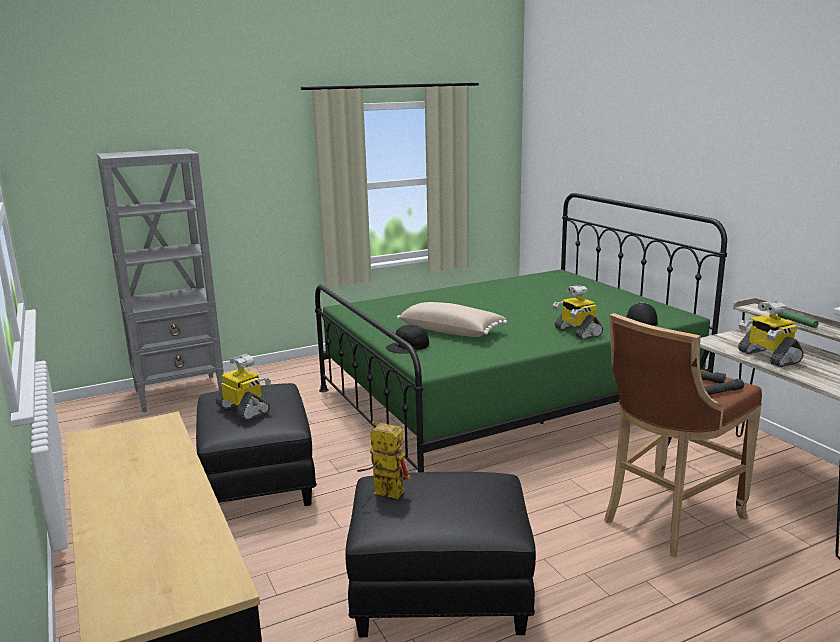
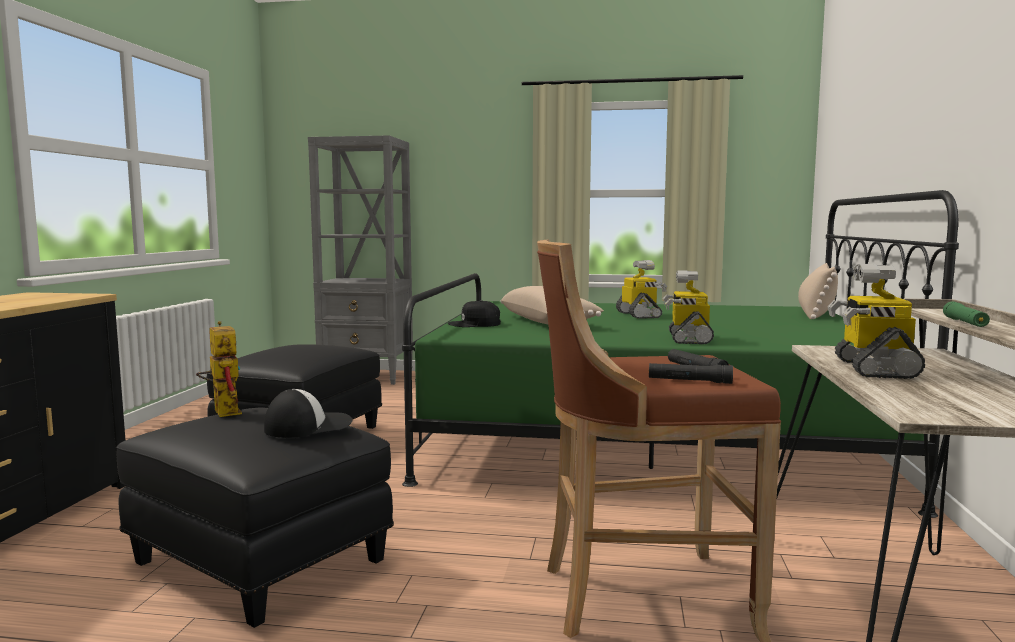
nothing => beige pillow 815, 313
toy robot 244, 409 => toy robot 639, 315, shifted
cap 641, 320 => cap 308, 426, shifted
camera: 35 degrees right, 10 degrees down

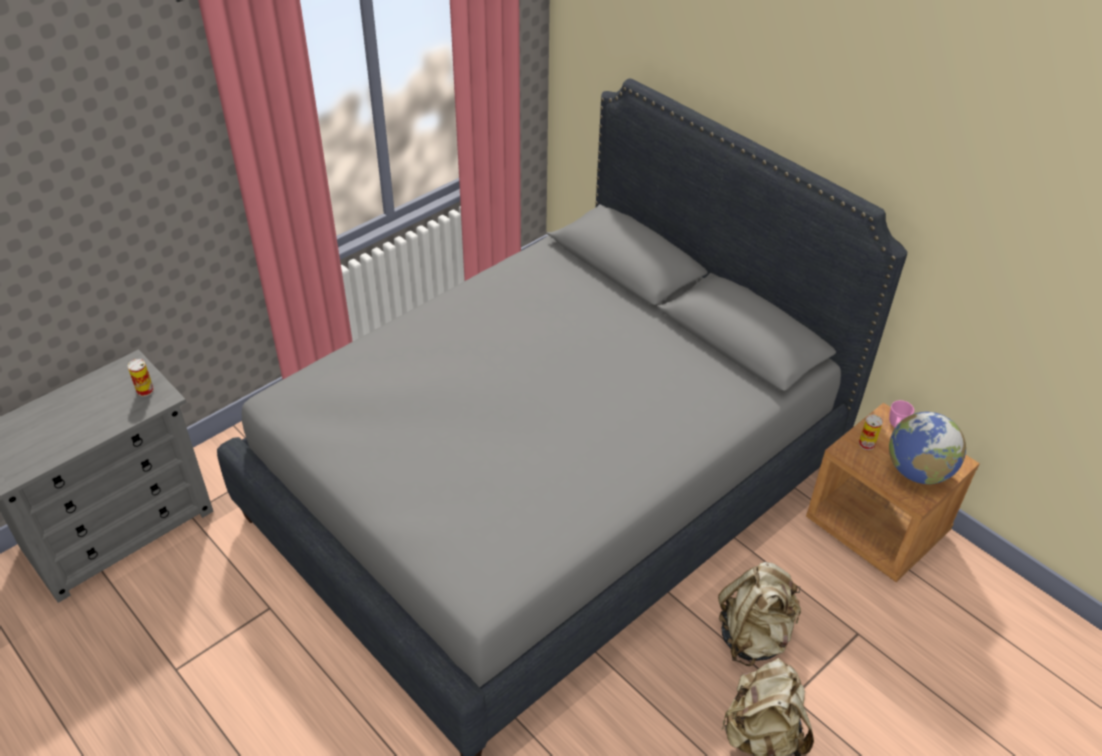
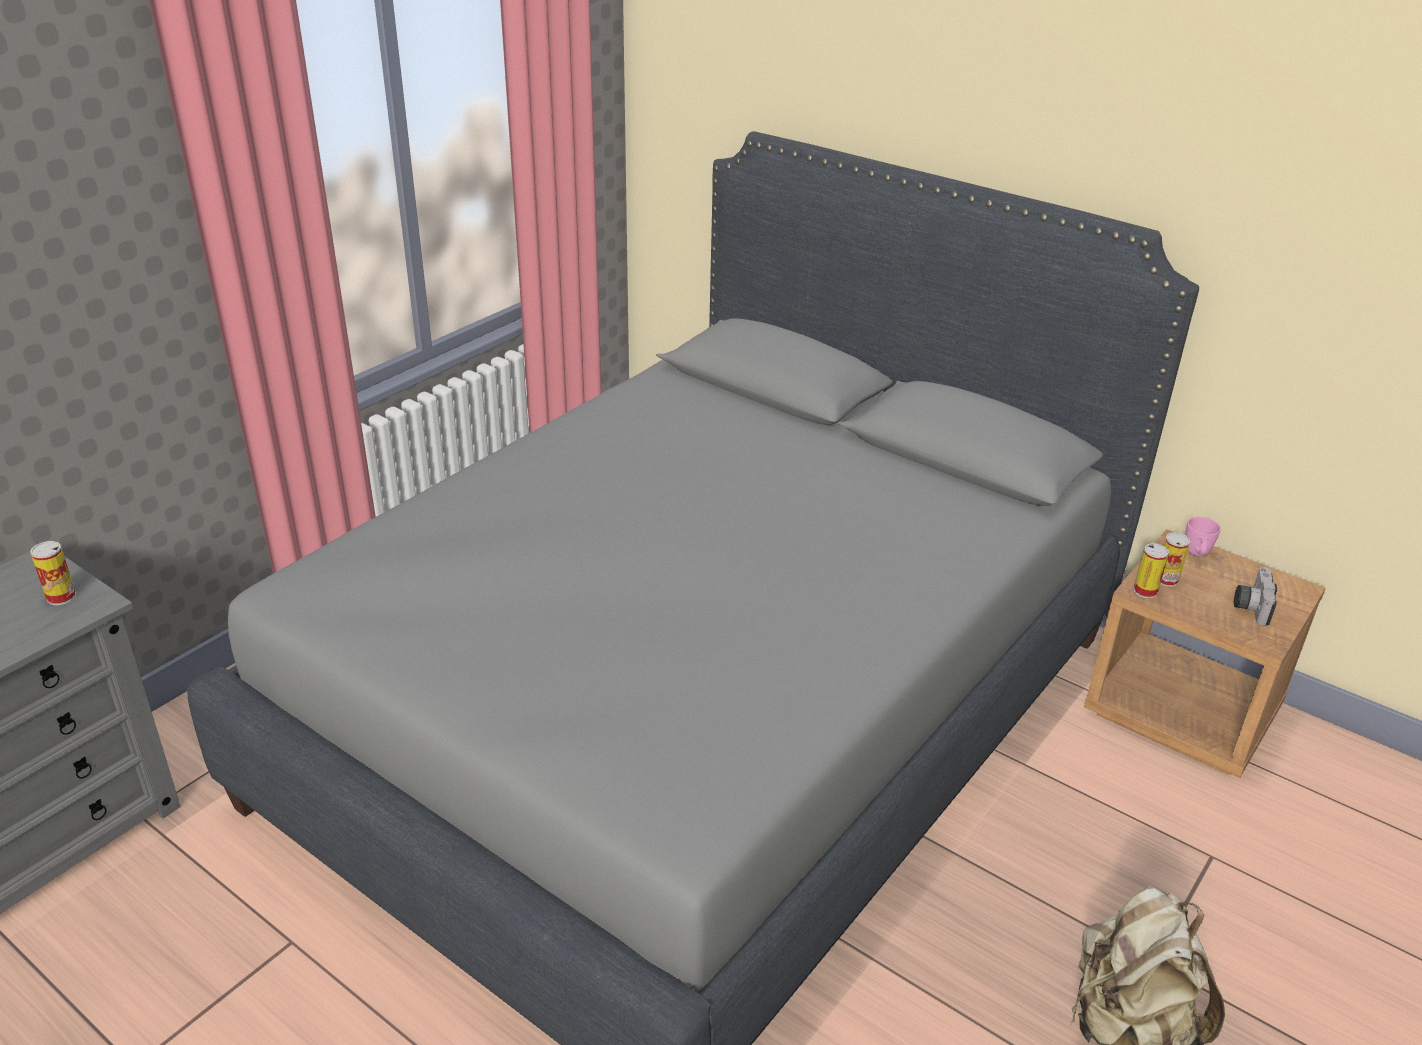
beige backpack 754, 635 => nothing
nothing => can 1145, 591
globe 917, 471 => photo camera 1250, 605
camera: 10 degrees left, 10 degrees down

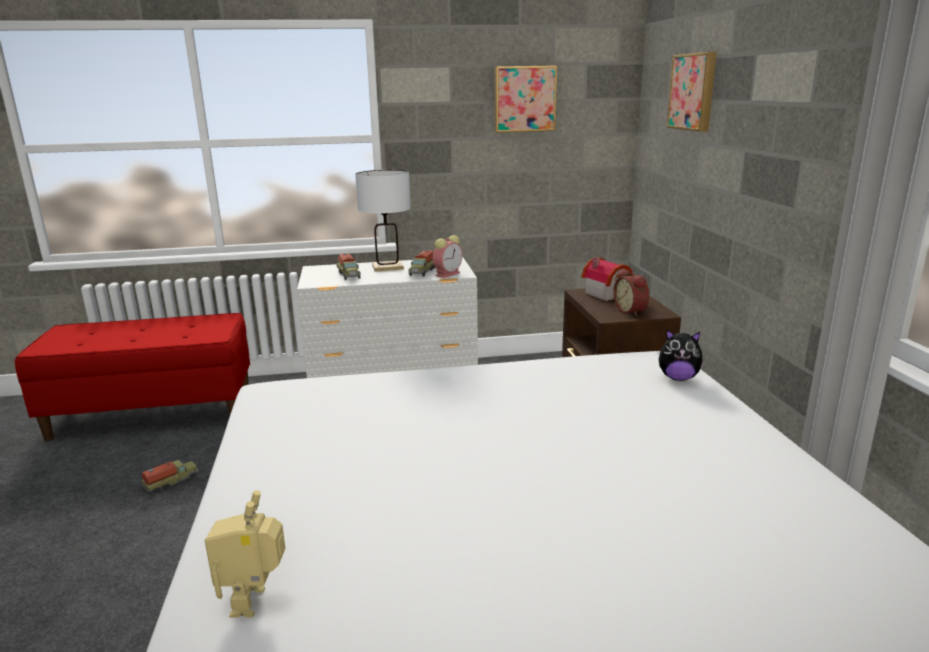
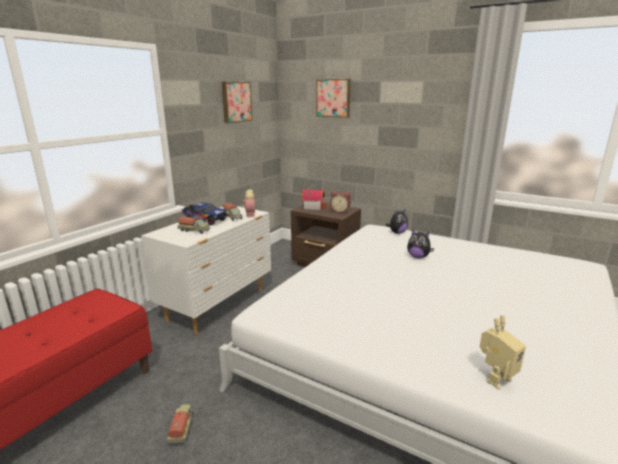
nothing => plush toy 418, 257
white table lamp 388, 267 => toy truck 204, 220
toy robot 255, 602 => toy robot 495, 379, 75 degrees counterclockwise
camera: 50 degrees left, 0 degrees up

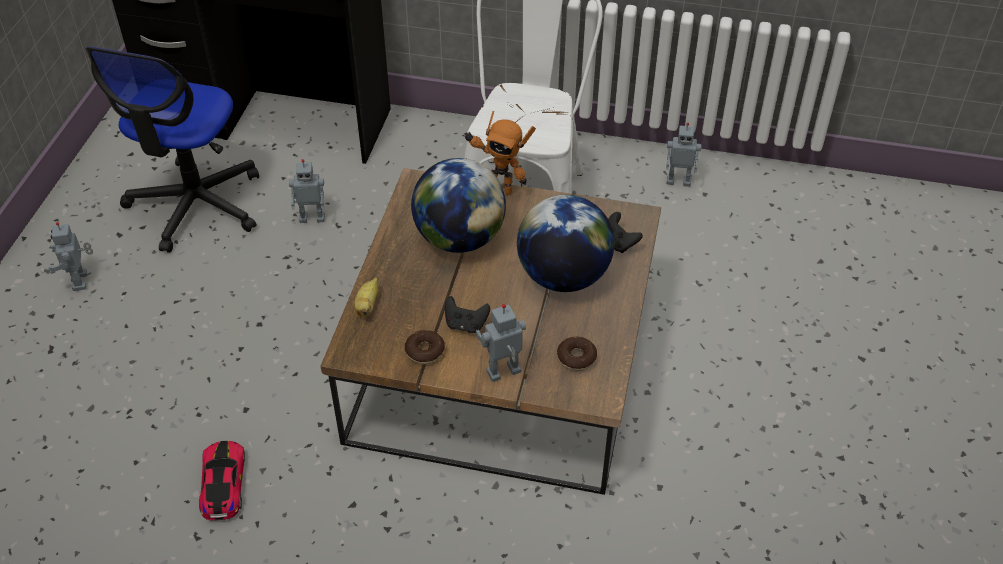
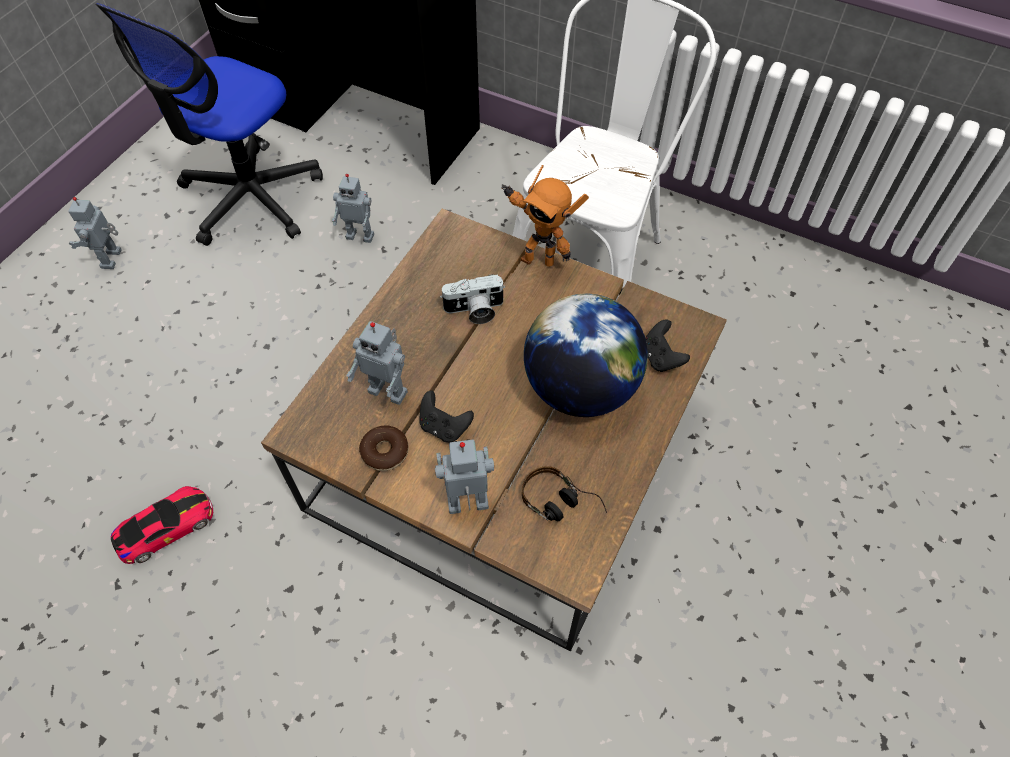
banana 367, 305 => nothing
toy robot 678, 181 => toy robot 389, 390, shifted
globe 459, 238 => photo camera 474, 311
donut 576, 358 => headphones 562, 505
toy car 223, 484 => toy car 166, 527, 45 degrees clockwise
camera: 15 degrees right, 10 degrees up

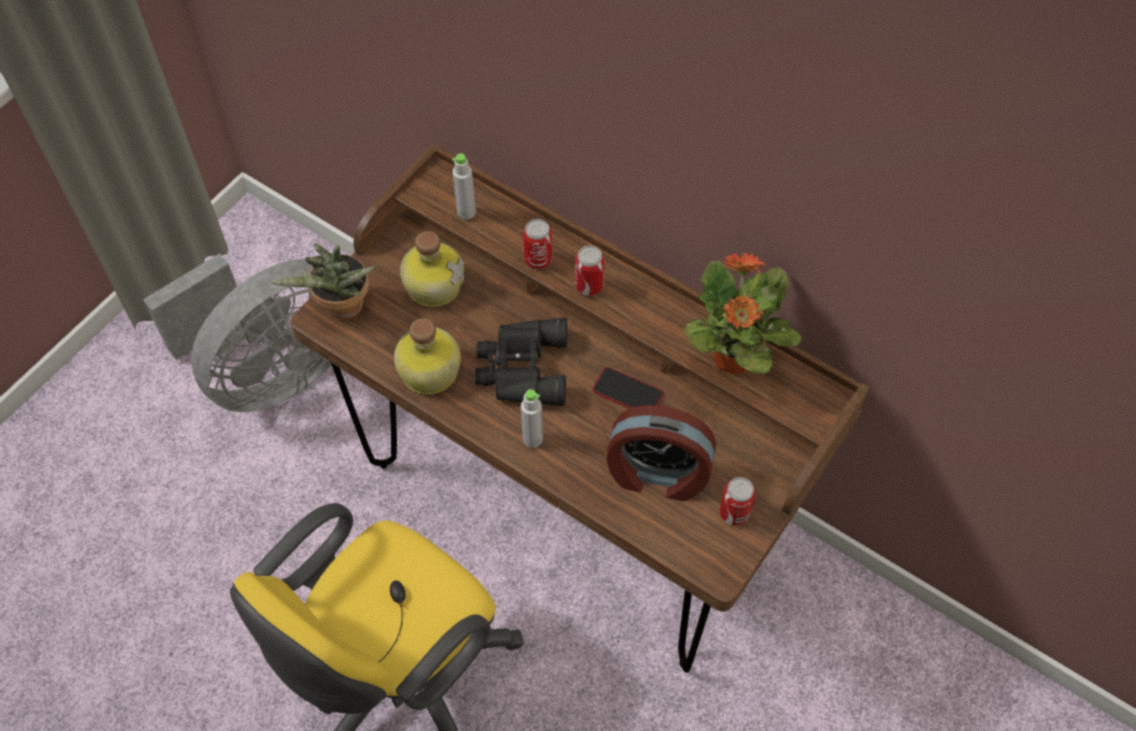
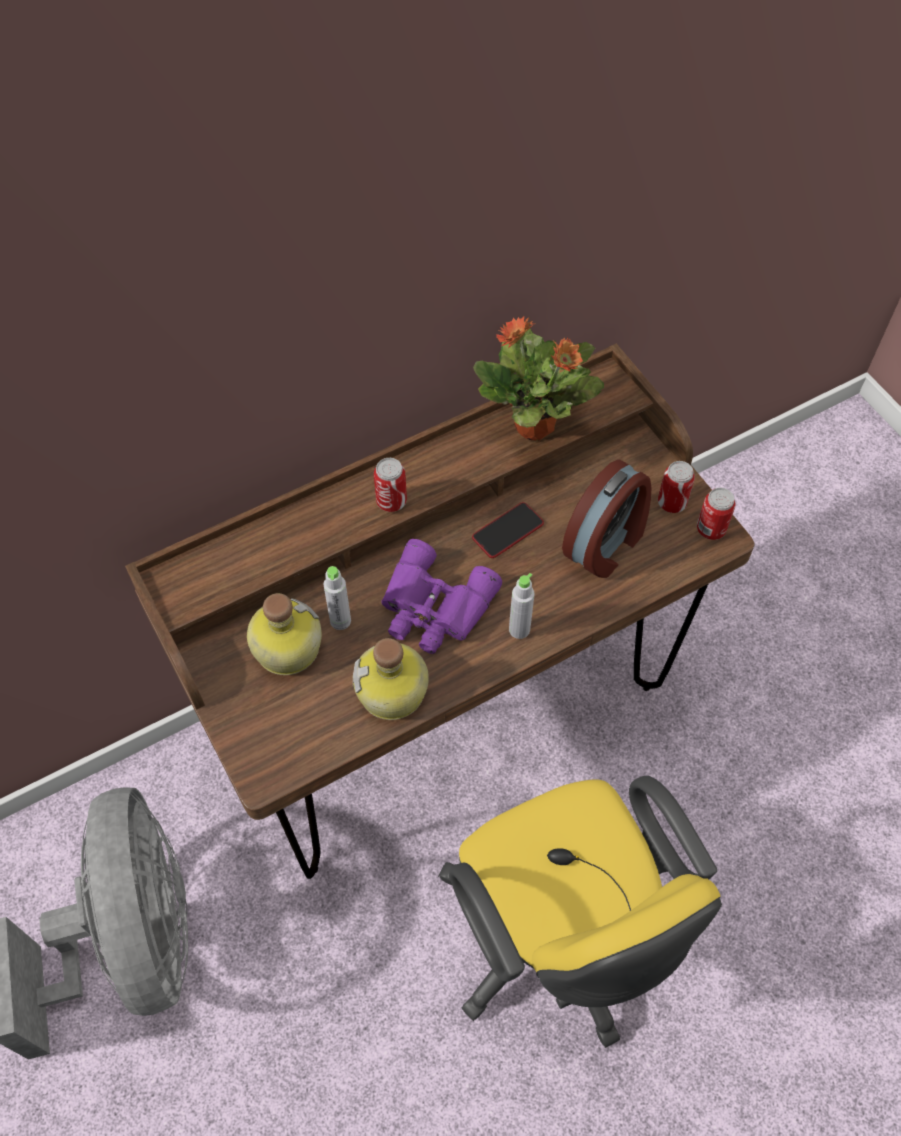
potted plant 342, 310 => nothing
grey bottle 466, 212 => grey bottle 340, 620, shifted
can 538, 259 => can 710, 529, shifted
black binoculars 521, 369 => purple binoculars 434, 608
camera: 65 degrees left, 0 degrees up

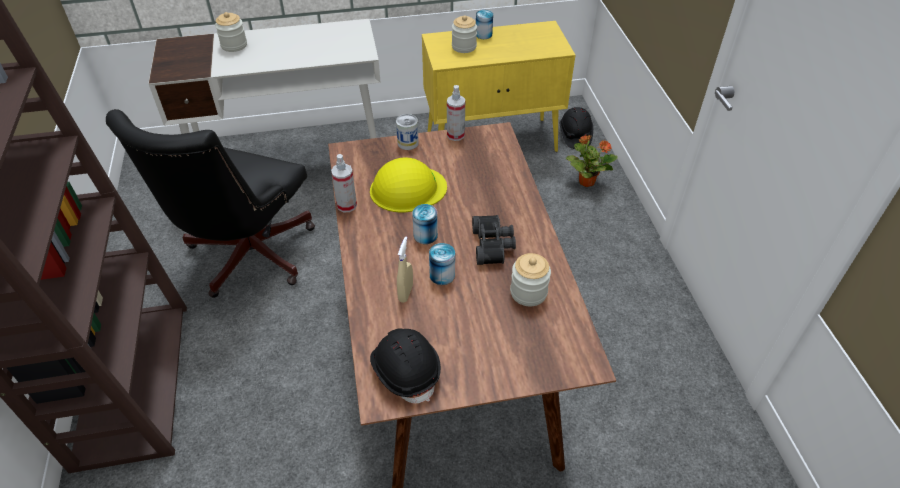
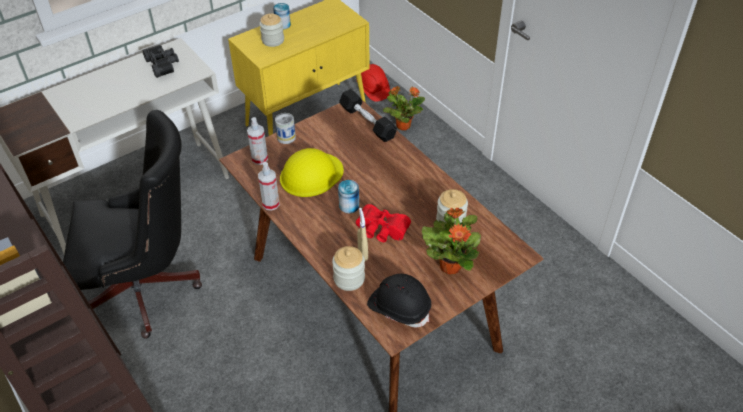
nothing => black dumbbell 367, 122
nothing => potted plant 450, 265
jar 234, 45 => jar 349, 279, shifted
spray bottle 455, 135 => spray bottle 259, 159, shifted
black binoculars 493, 245 => black binoculars 163, 64, shifted
can 442, 275 => red binoculars 381, 231
black hard hat 575, 135 => red hard hat 373, 89
black office chair 246, 258 => black office chair 147, 289, 90 degrees counterclockwise
camera: 25 degrees left, 0 degrees up

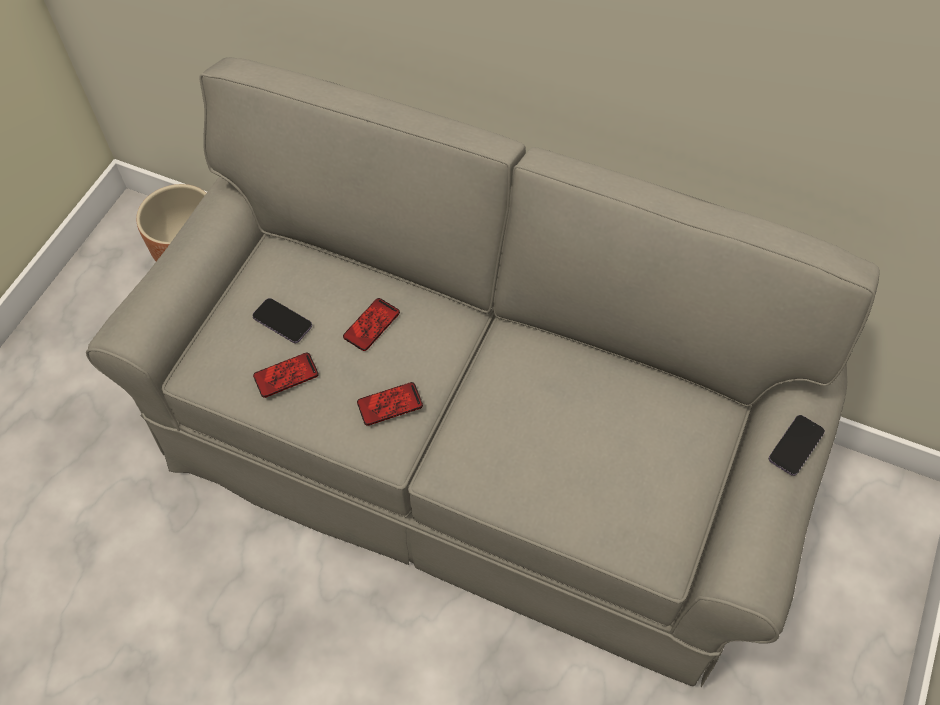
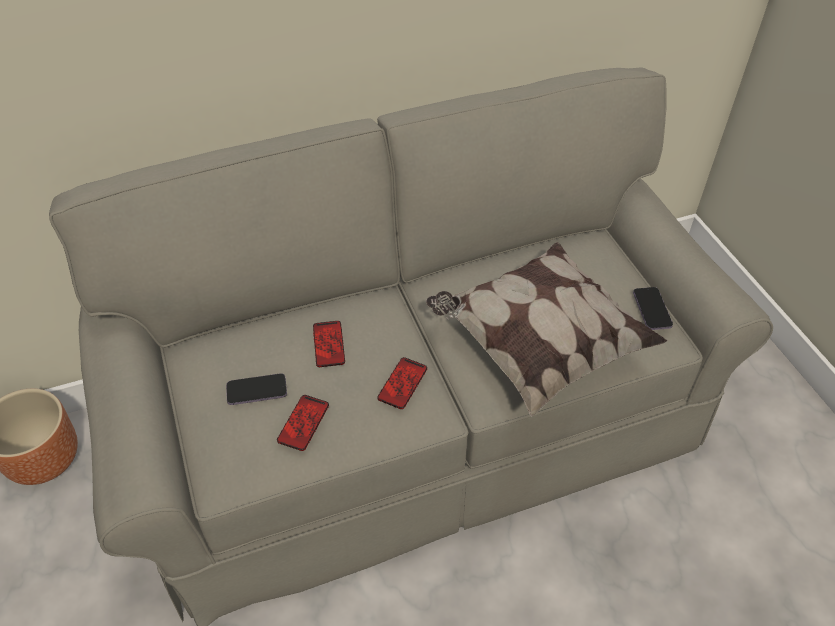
nothing => pillow 537, 345
phone 795, 446 => phone 651, 310, shifted
camera: 45 degrees left, 10 degrees down

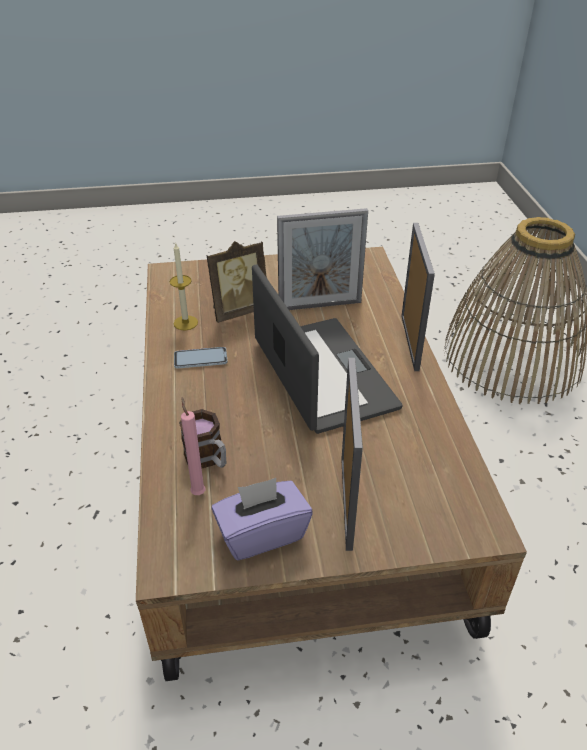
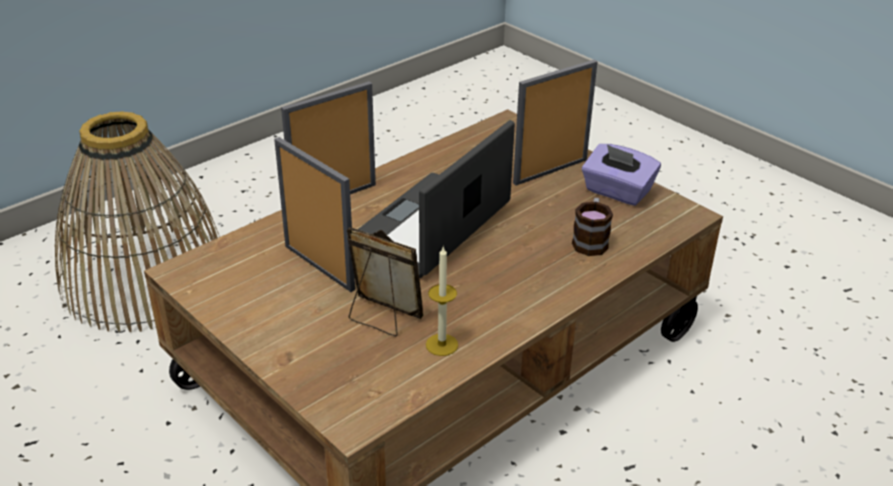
phone 200, 359 => nothing
pink candle 198, 491 => nothing
camera: 125 degrees left, 5 degrees down

